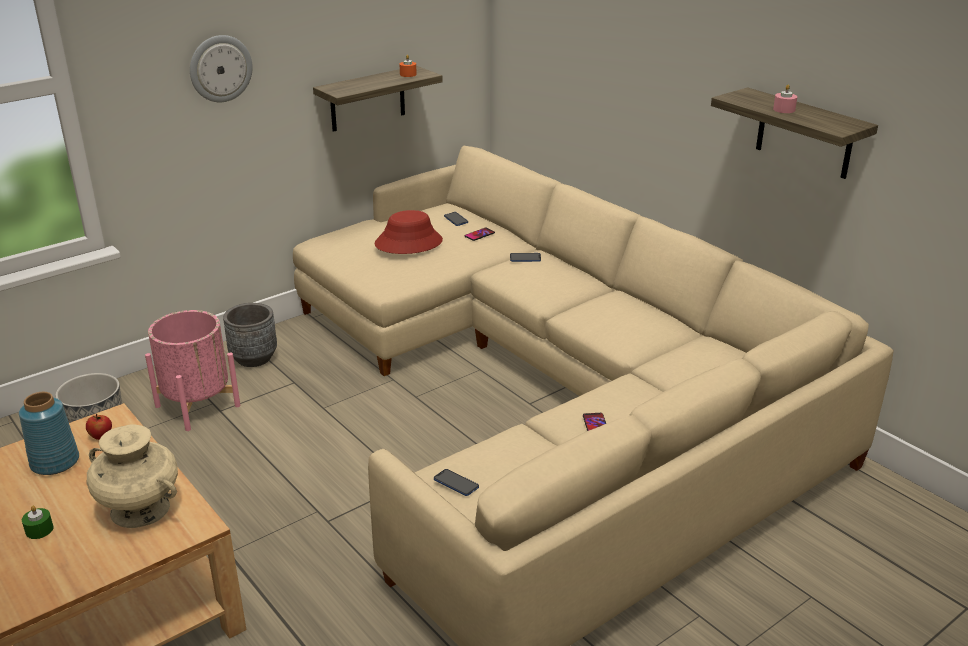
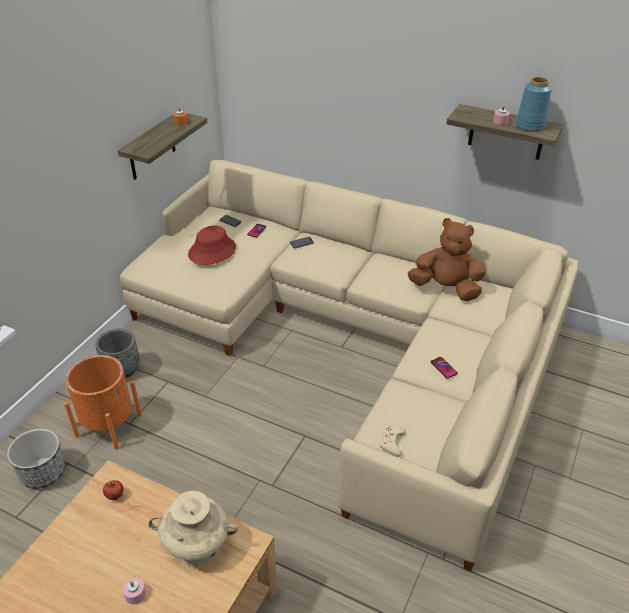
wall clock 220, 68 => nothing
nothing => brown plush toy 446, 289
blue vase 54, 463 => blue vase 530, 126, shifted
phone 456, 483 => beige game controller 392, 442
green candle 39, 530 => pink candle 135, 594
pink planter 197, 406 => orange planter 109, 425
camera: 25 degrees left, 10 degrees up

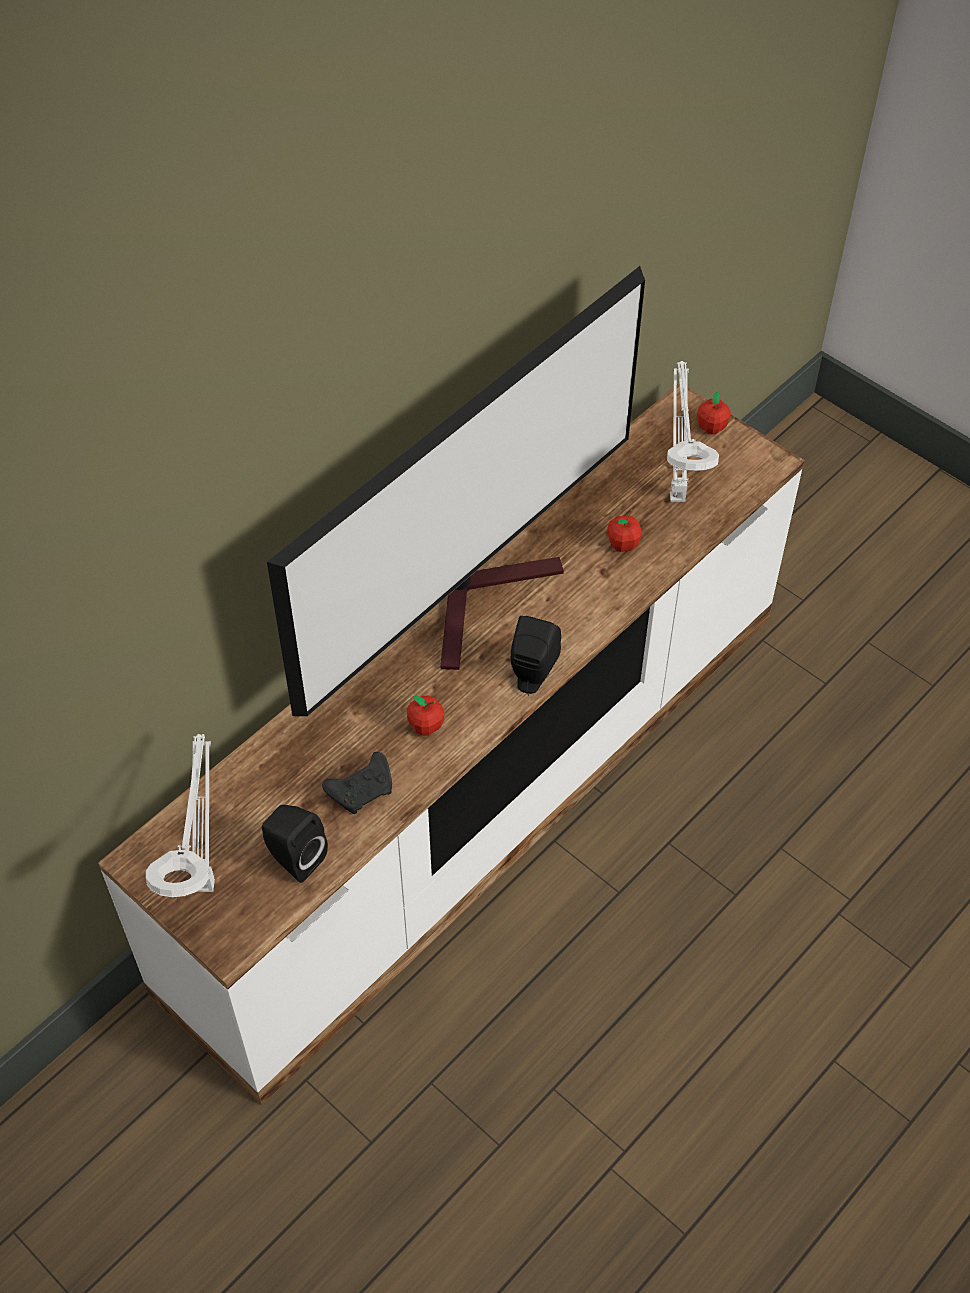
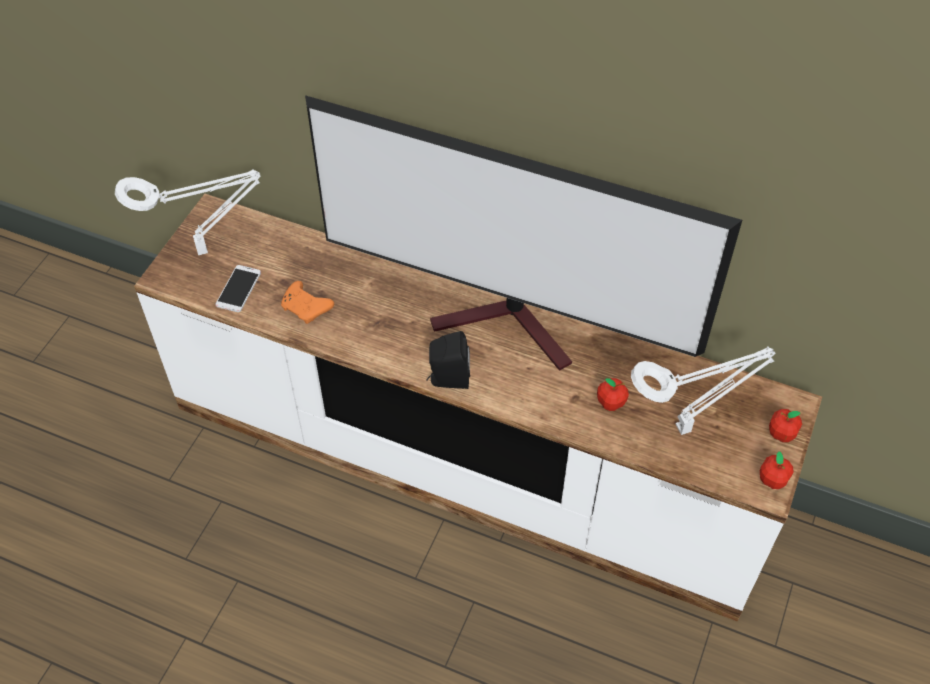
apple 426, 726 => apple 772, 480, shifted
black speaker 294, 858 => phone 238, 289
black game controller 363, 789 => orange game controller 307, 308
camera: 70 degrees right, 0 degrees up

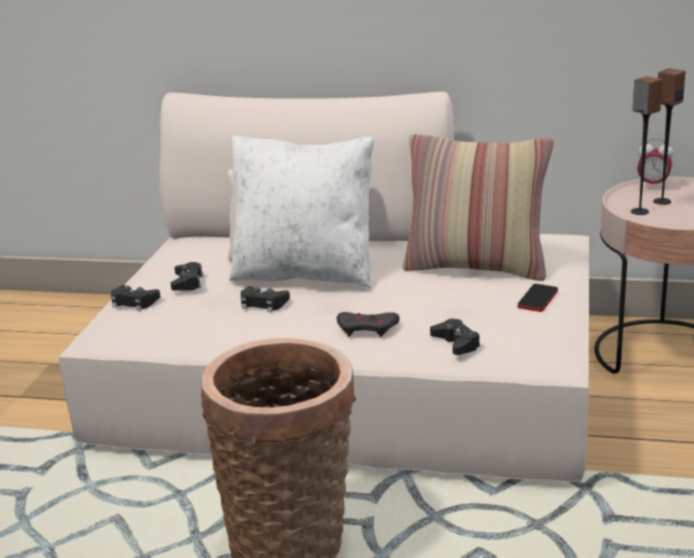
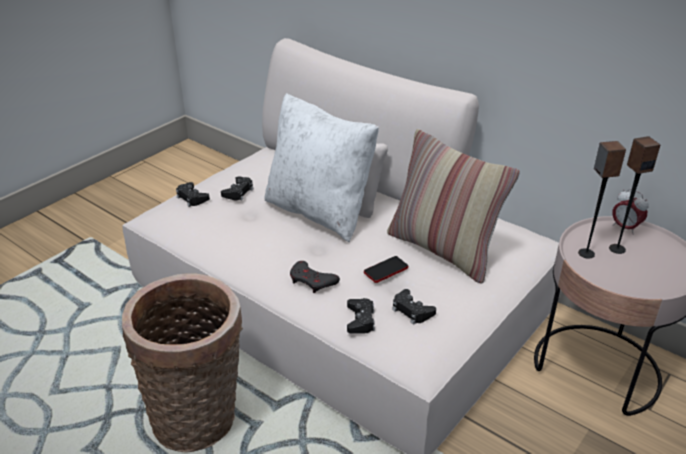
black game controller 263, 304 => black game controller 412, 311, shifted
phone 537, 299 => phone 386, 270, shifted
camera: 25 degrees right, 10 degrees up

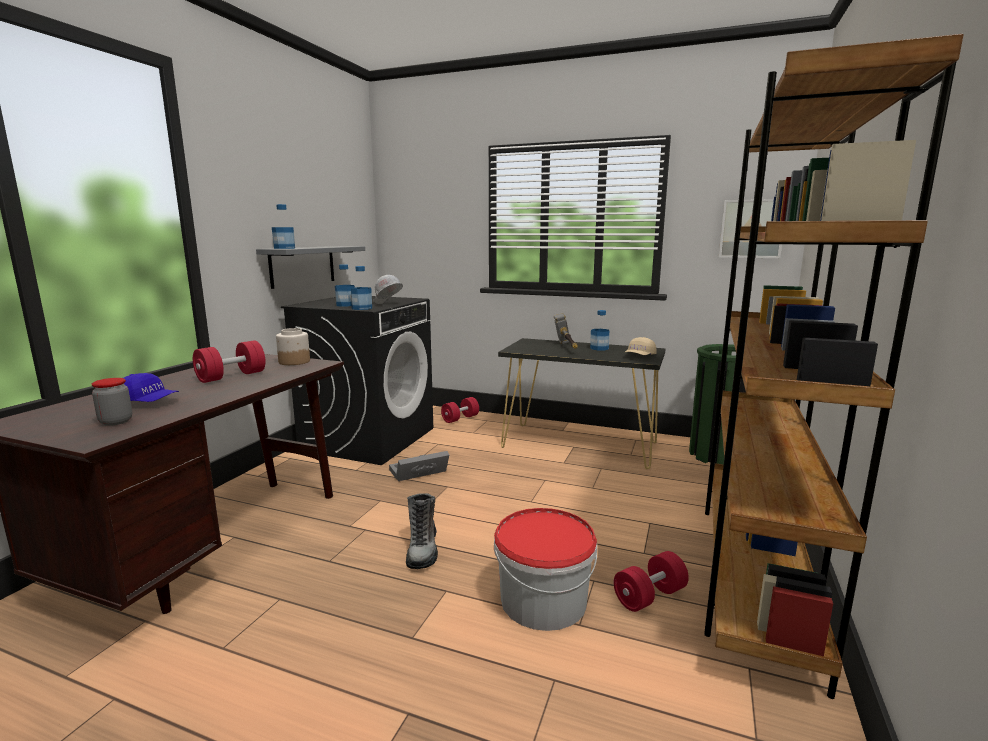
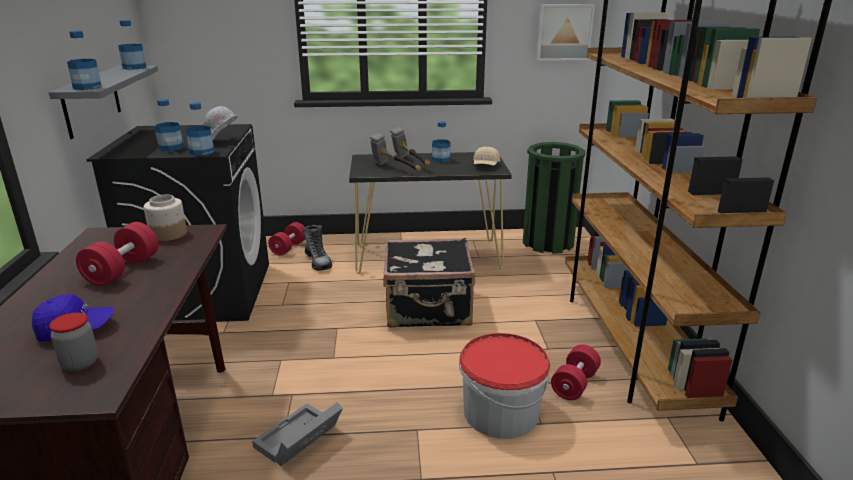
nothing => bottle 134, 67
nothing => hammer 395, 169
nothing => black suitcase 428, 309
grey storage box 417, 473 => grey storage box 298, 441, shifted
boot 422, 550 => boot 318, 261, shifted
camera: 25 degrees left, 10 degrees up

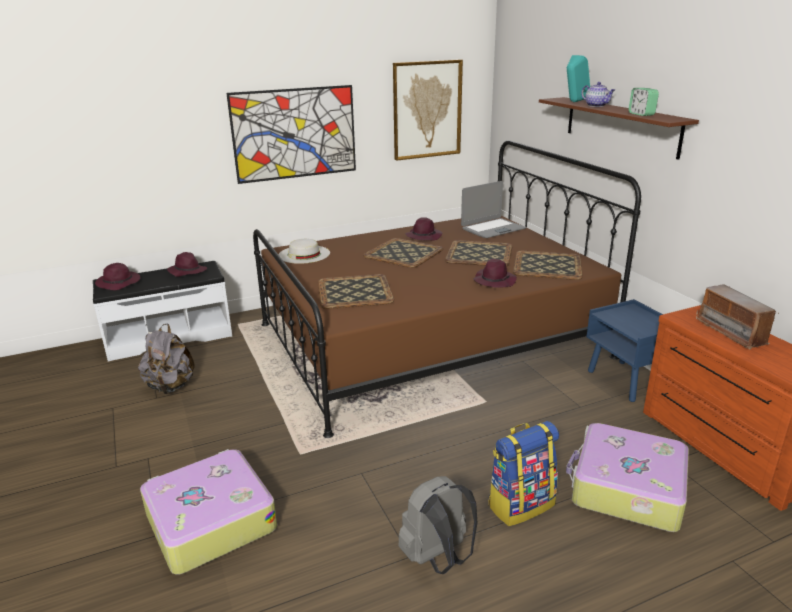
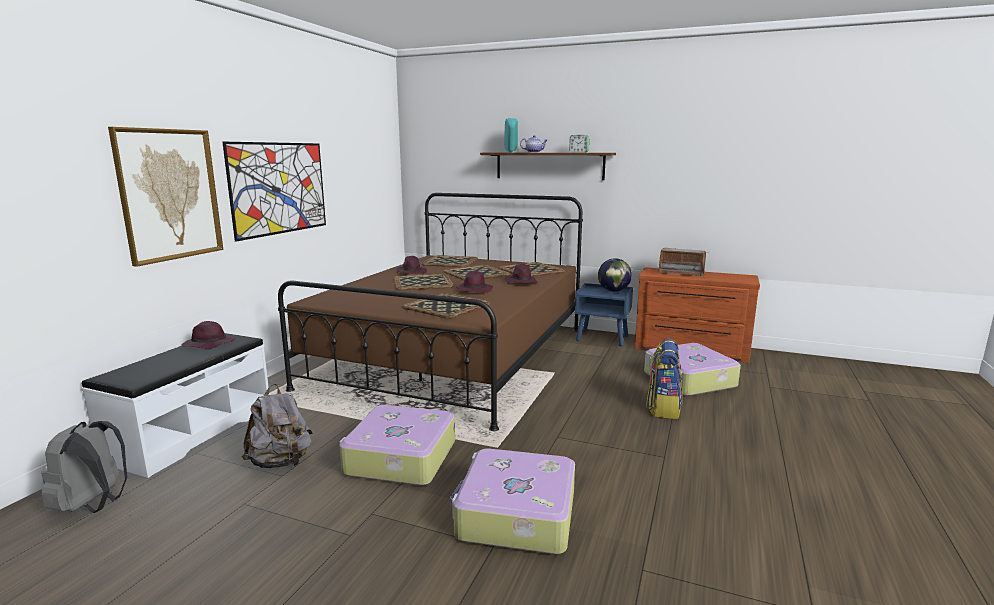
white hat 304, 254 => nothing
nothing => suitcase 399, 458
nothing => globe 613, 291
purple hat 119, 283 => purple hat 474, 290, shifted
picture 427, 110 => picture 169, 194, shifted
grey backpack 438, 557 => grey backpack 93, 504, shifted
laptop 493, 229 => tray 450, 262
camera: 45 degrees left, 10 degrees down

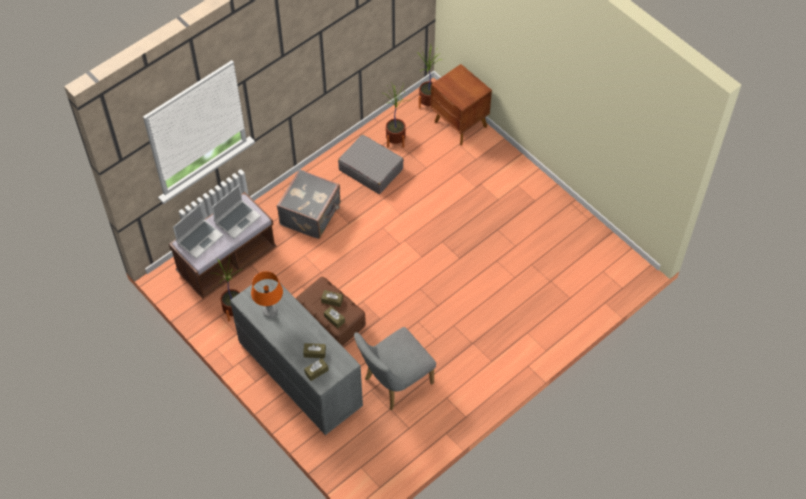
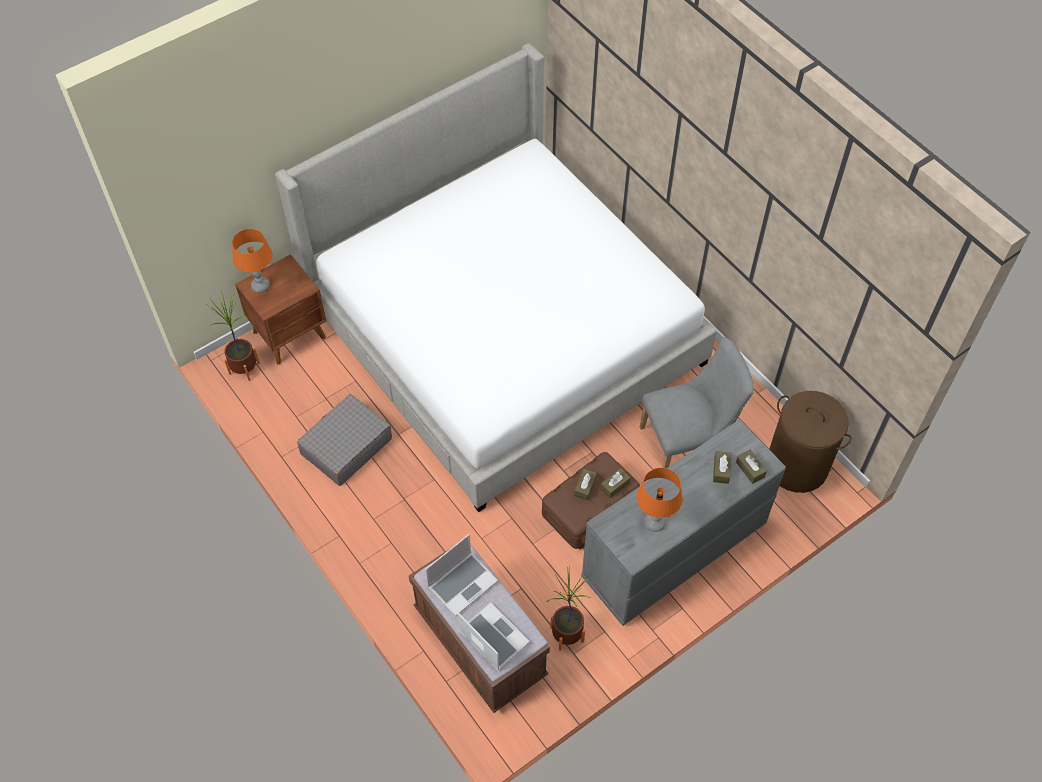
grey suitcase 311, 214 => nothing
potted plant 395, 140 => nothing
nothing => orange table lamp 260, 285
nothing => bed 504, 333
nothing => brown laundry basket 797, 466
laptop 238, 219 => laptop 462, 583, 90 degrees clockwise
grey chair 394, 383 => grey chair 688, 442, 75 degrees counterclockwise
camera: 85 degrees left, 0 degrees up

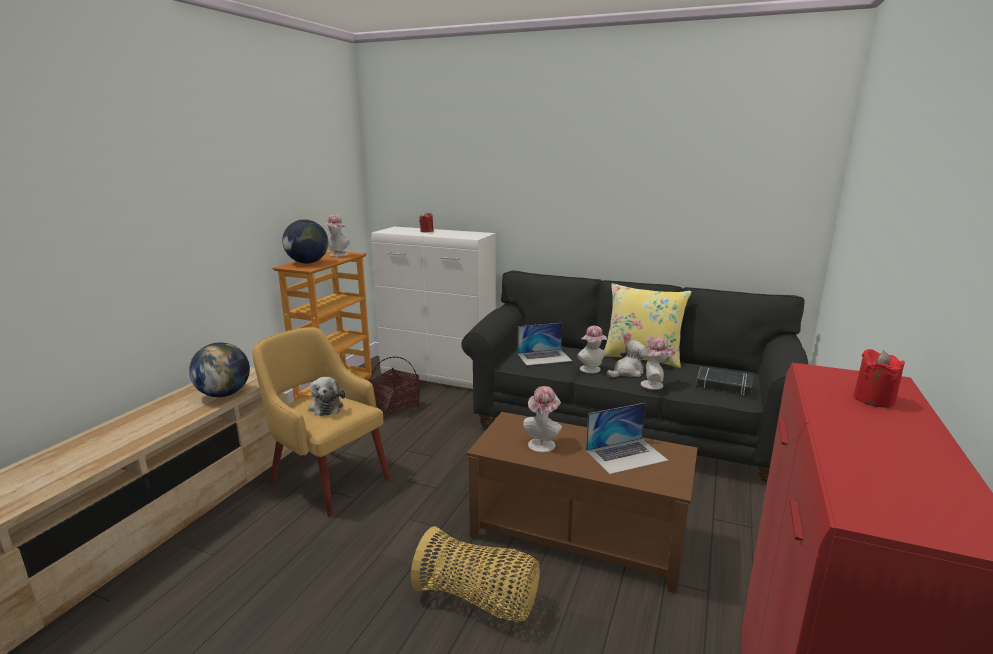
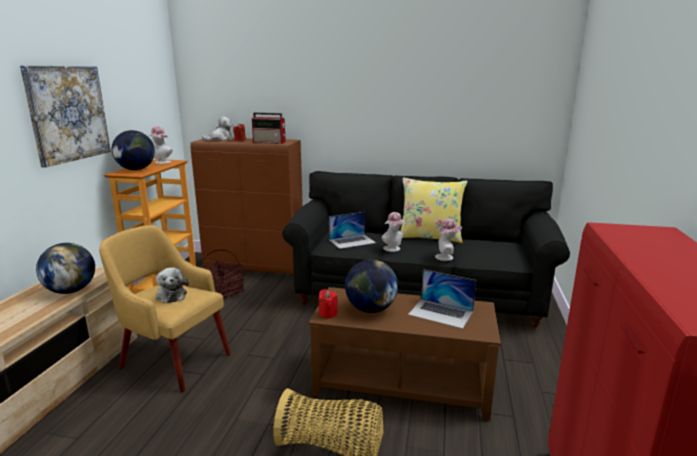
black book 724, 385 => nothing
nothing => picture 68, 113
nothing => radio 270, 142
plush toy 627, 372 => plush toy 220, 139, shifted
red candle 873, 399 => red candle 328, 314, shifted
hat 542, 443 => globe 370, 309
white cabinet 439, 376 => brown cabinet 255, 265
laptop 626, 455 => laptop 441, 313, 60 degrees clockwise
camera: 10 degrees left, 0 degrees up

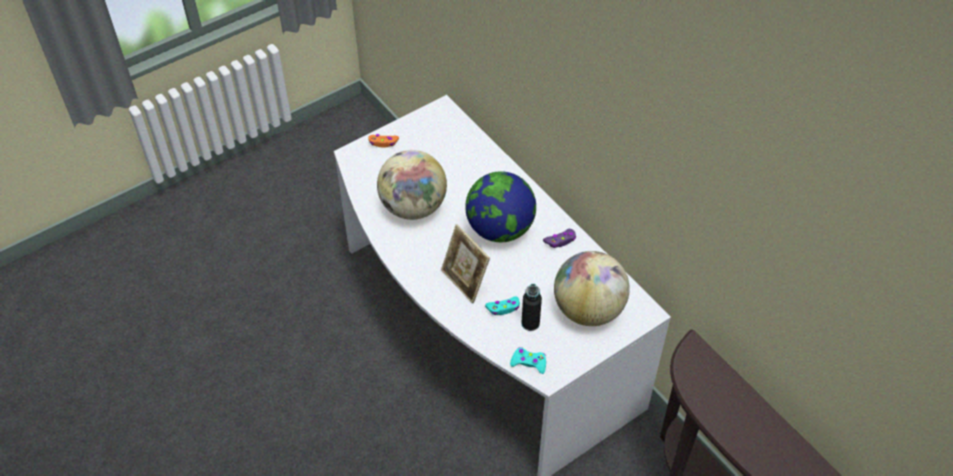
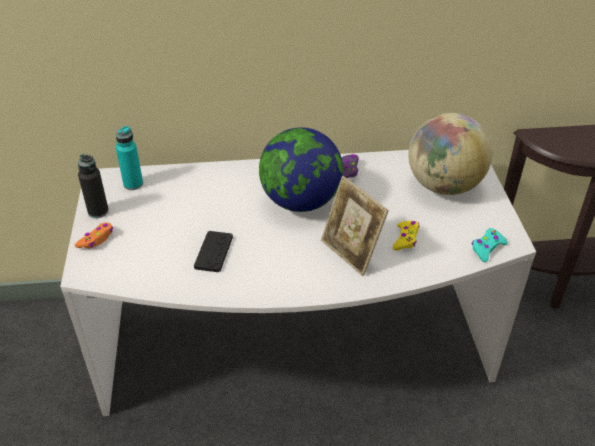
nothing => turquoise bottle 133, 184
black bottle 530, 323 => black bottle 98, 212, shifted
globe 413, 207 => black game controller 214, 252
turquoise game controller 503, 308 => yellow game controller 405, 239
picture frame 465, 282 => picture frame 351, 253, 60 degrees clockwise
camera: 60 degrees left, 10 degrees down

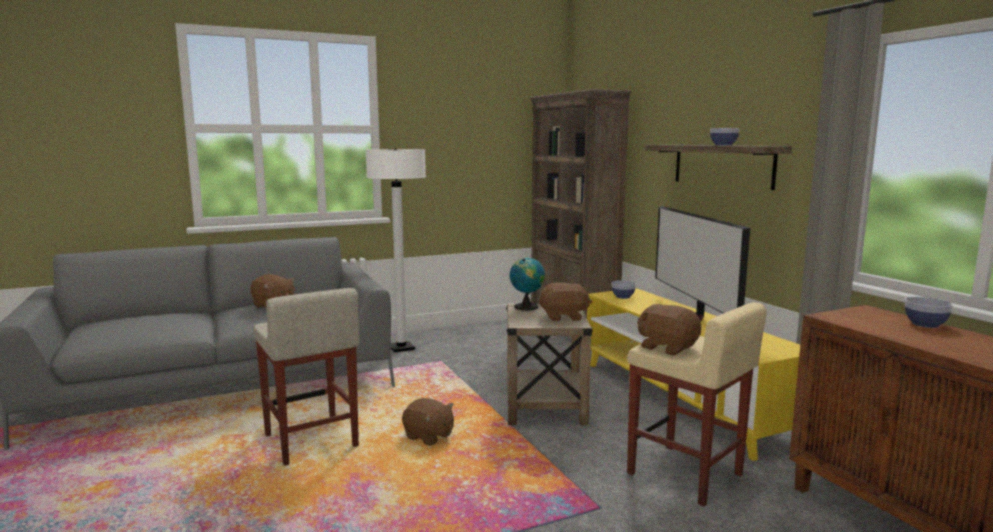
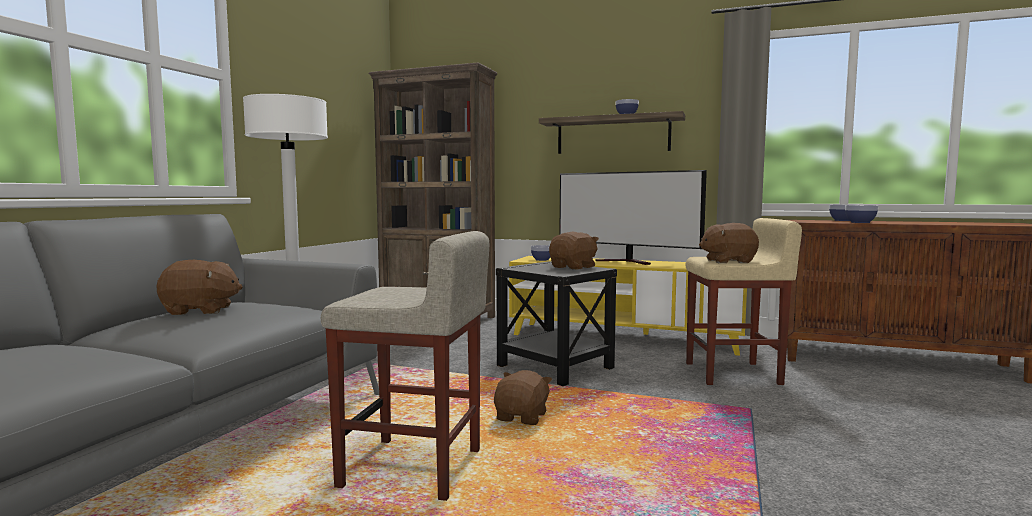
globe 526, 306 => nothing
nothing => bowl 860, 222
beige side table 545, 407 => black side table 554, 367
brown plush toy 428, 436 => brown plush toy 522, 417, 60 degrees counterclockwise
camera: 45 degrees left, 5 degrees down

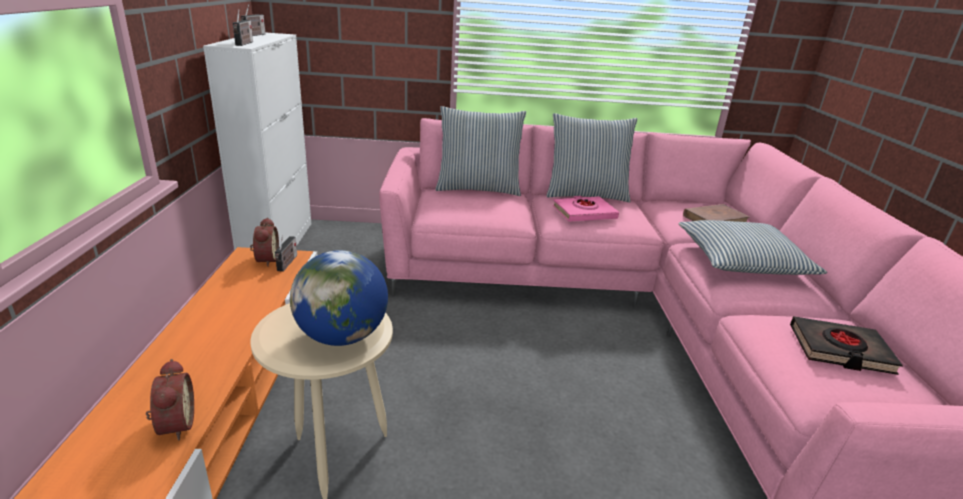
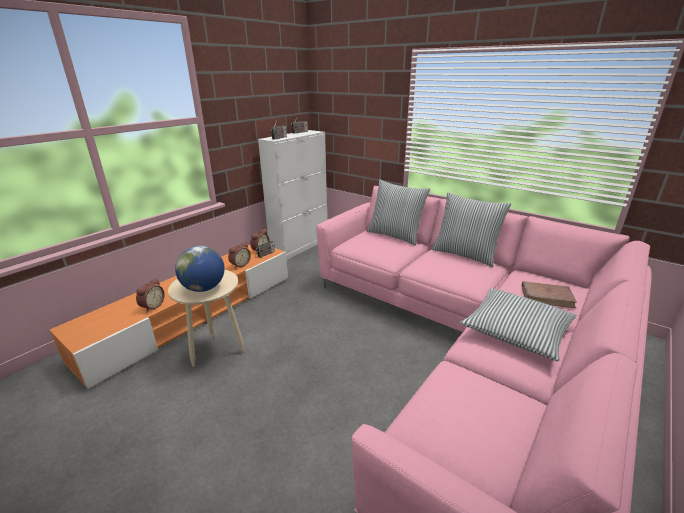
pink book 584, 213 => nothing
black book 840, 350 => nothing
nothing => alarm clock 239, 264
camera: 40 degrees right, 0 degrees up

